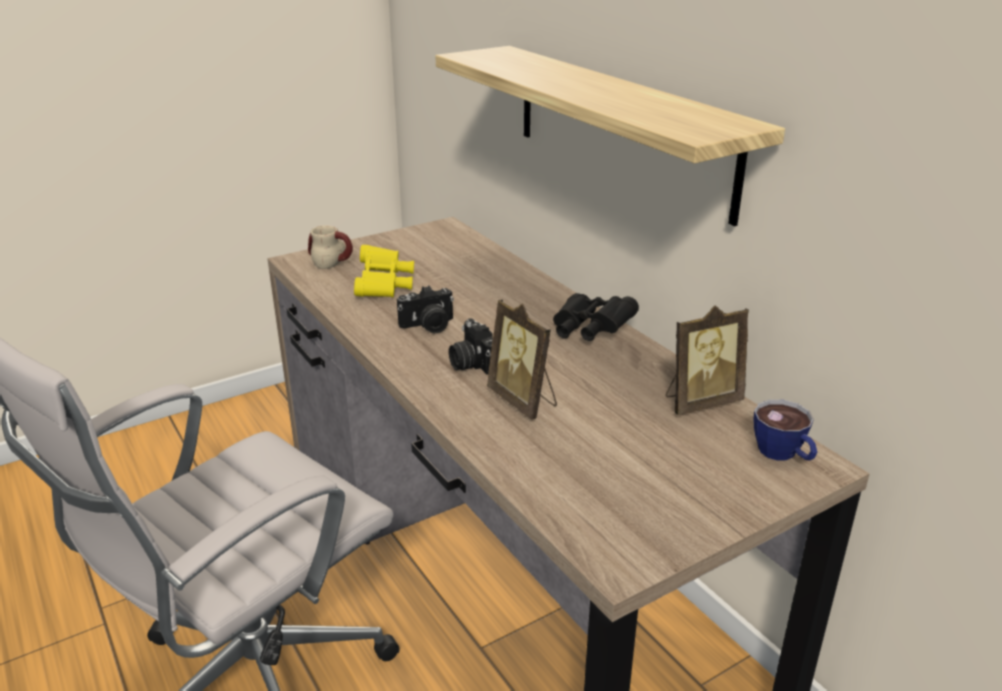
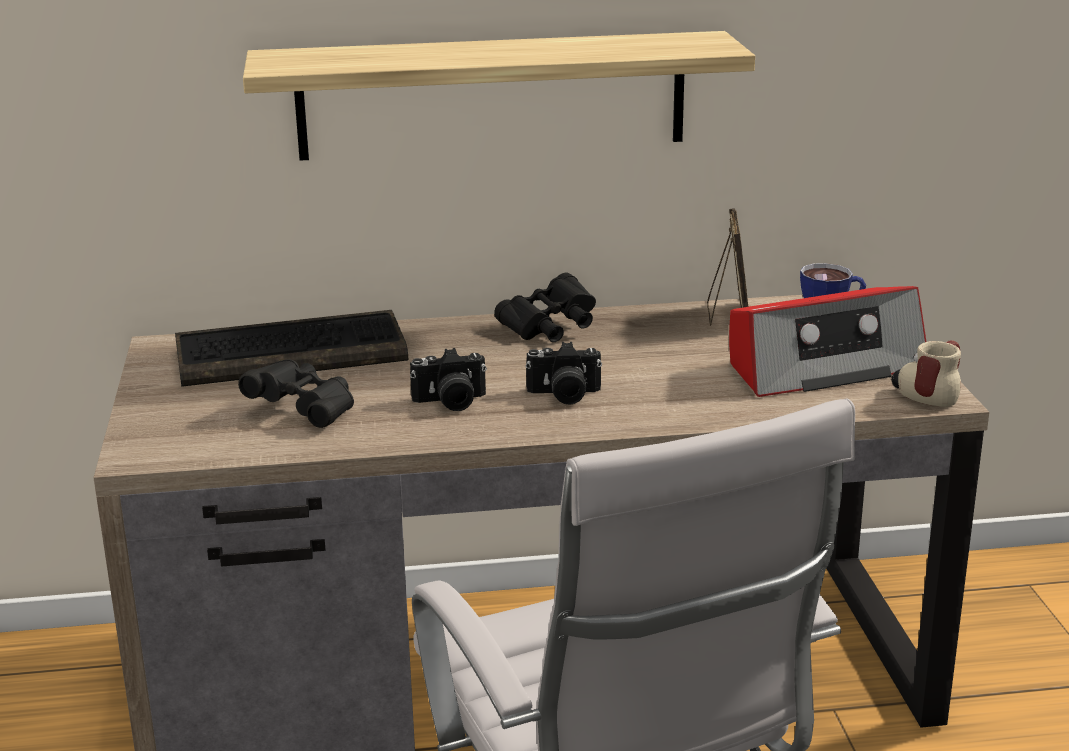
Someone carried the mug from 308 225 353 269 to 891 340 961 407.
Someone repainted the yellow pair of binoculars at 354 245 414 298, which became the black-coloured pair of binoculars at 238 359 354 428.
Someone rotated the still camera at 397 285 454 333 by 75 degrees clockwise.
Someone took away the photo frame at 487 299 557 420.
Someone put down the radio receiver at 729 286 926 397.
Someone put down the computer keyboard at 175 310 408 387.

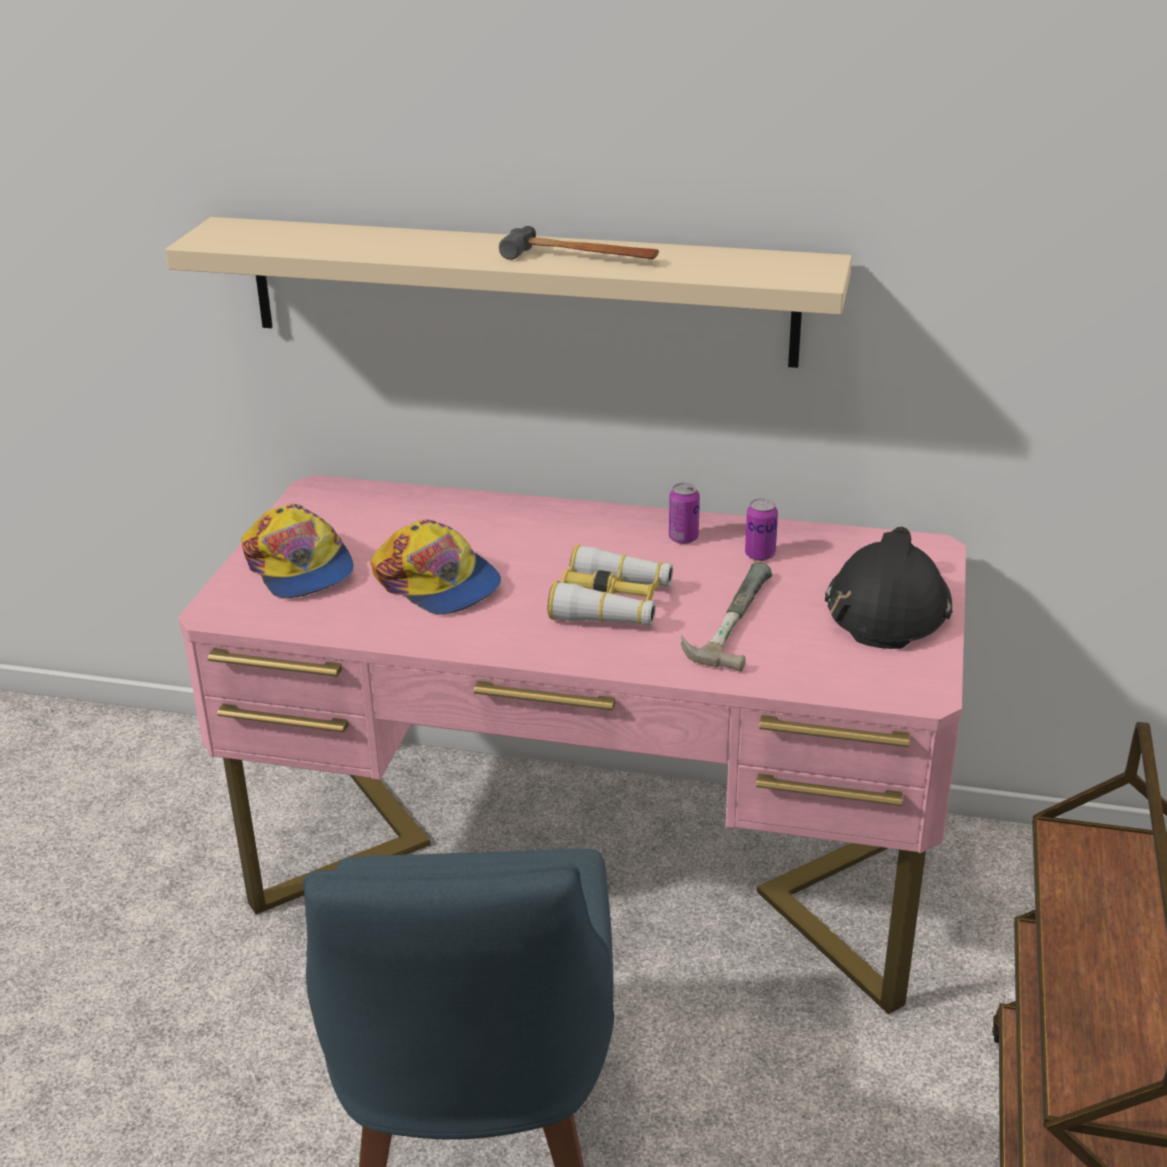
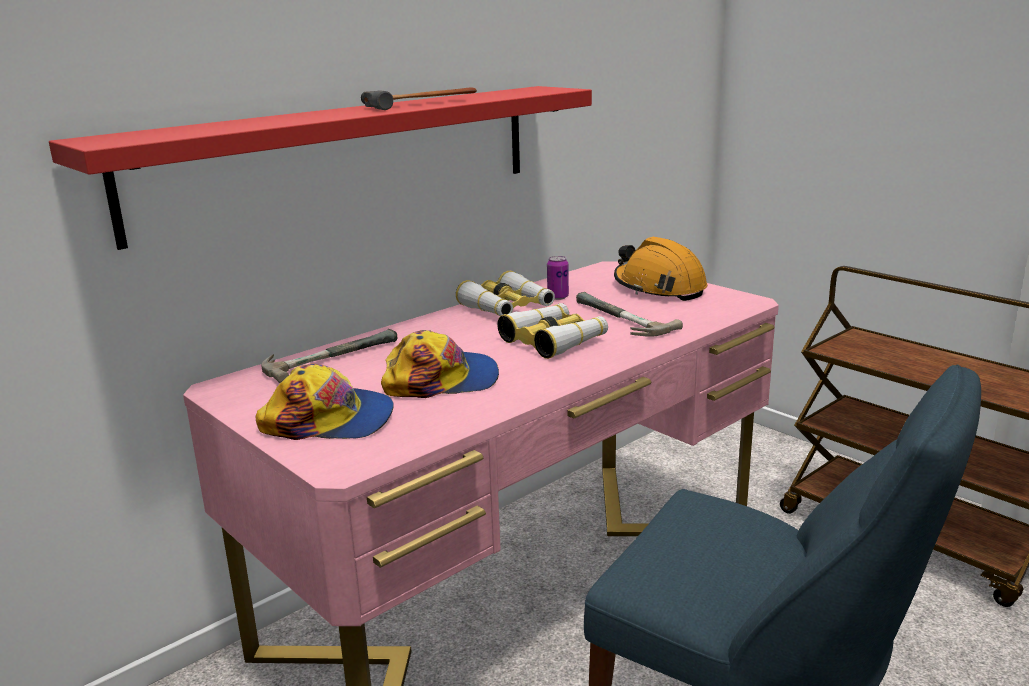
Someone repainted the sand-coloured wall shelf at 165 217 852 368, which became the red wall shelf at 49 86 592 250.
Someone swapped the can at 669 483 700 544 for the pair of binoculars at 456 271 555 316.
Someone repainted the black-coloured work helmet at 825 527 952 649, which became the orangey work helmet at 614 237 707 301.
Someone put down the tool hammer at 261 329 397 383.

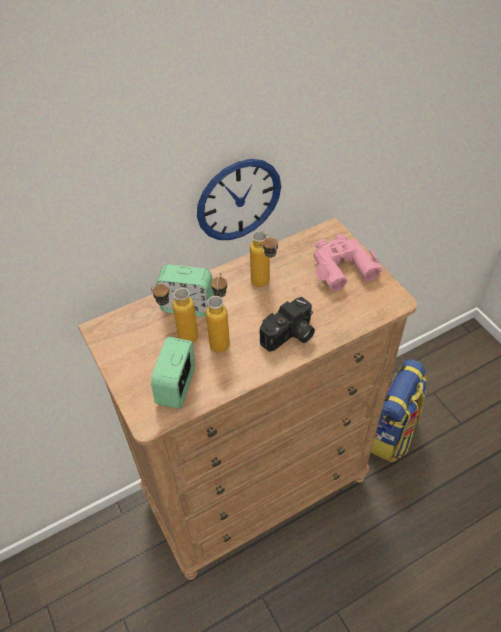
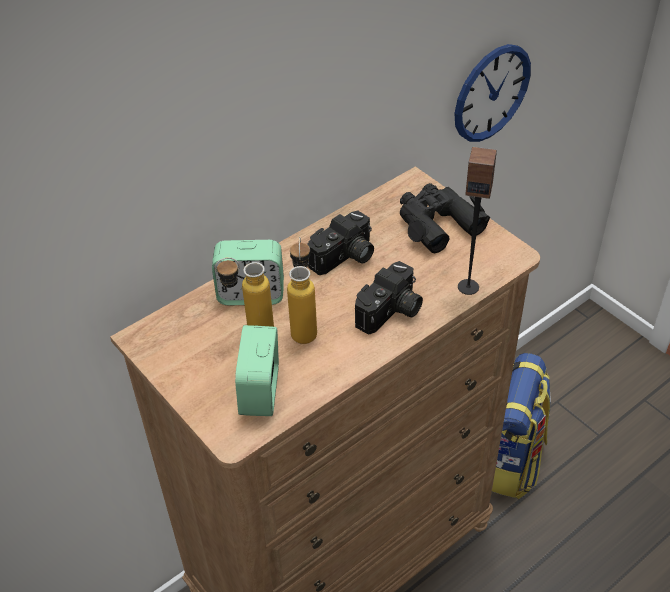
Someone carried the clock on the wall from 197 159 281 240 to 454 44 531 142.
Someone swapped the drink bottle at 250 231 278 287 for the still camera at 307 210 374 275.
Someone repainted the pink pair of binoculars at 314 234 383 291, which became the black-coloured pair of binoculars at 400 183 490 253.
Someone put down the speaker at 458 147 497 295.

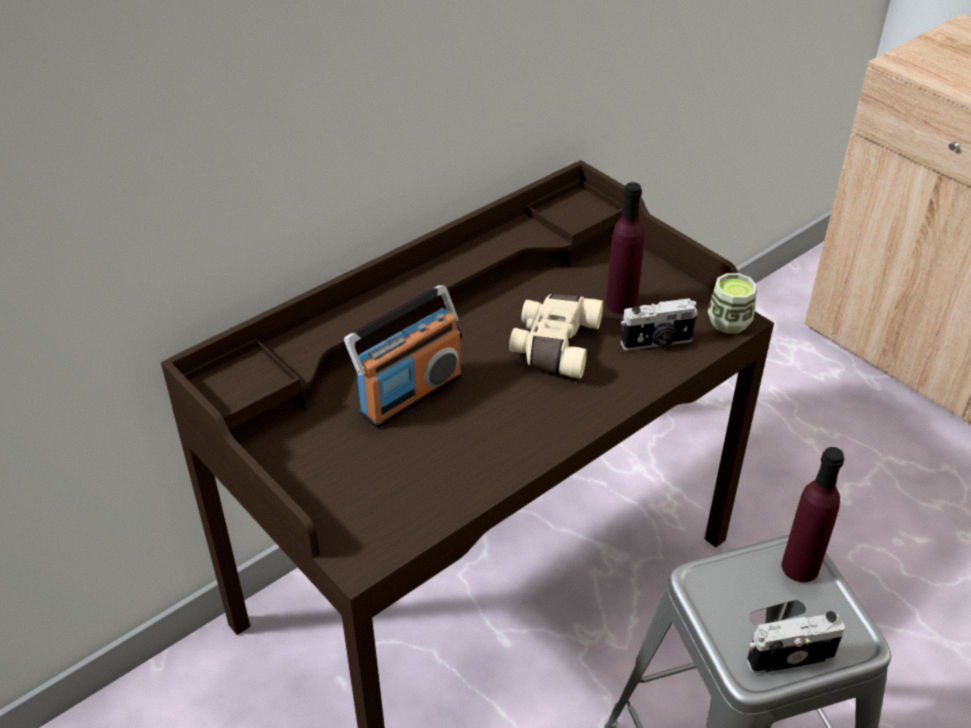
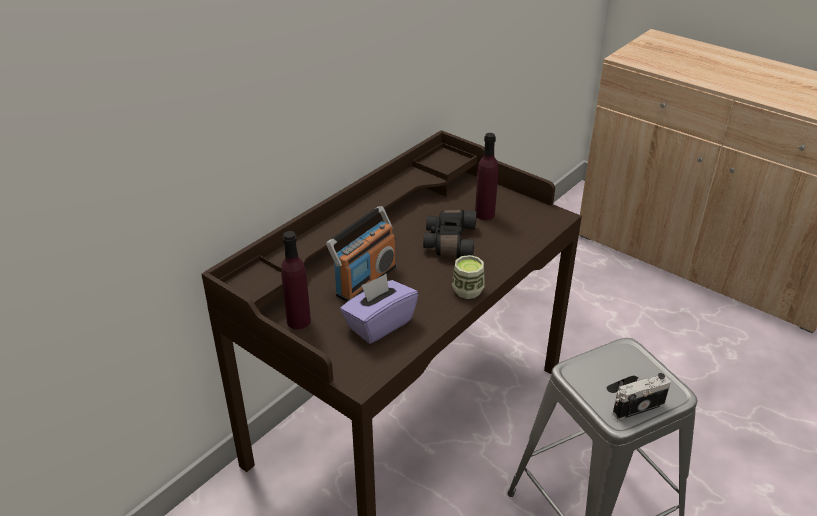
Someone carried the drinking cup from 708 273 757 334 to 452 255 485 299.
Someone repainted the sand-coloured pair of binoculars at 509 294 604 379, which became the black-coloured pair of binoculars at 423 210 476 259.
Someone took away the still camera at 621 298 698 351.
Someone carried the purple drink bottle from 781 447 844 582 to 281 231 311 329.
Someone put down the purple tissue box at 340 274 418 344.

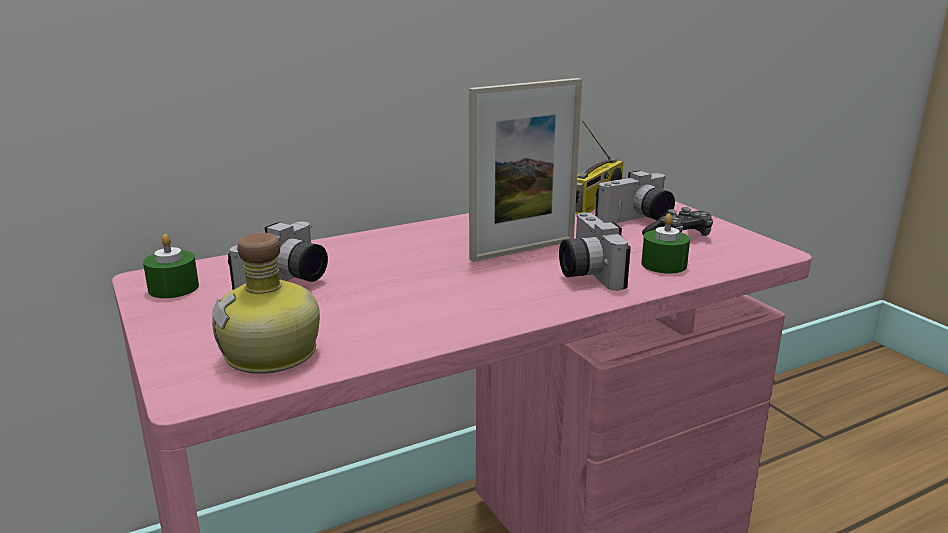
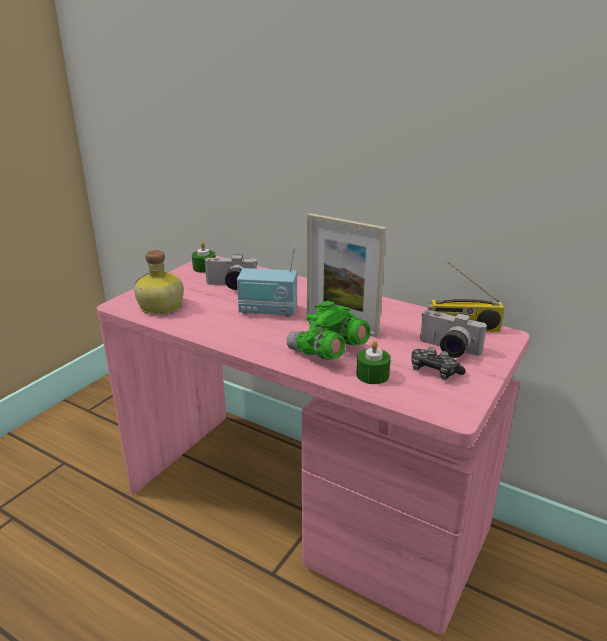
Someone swapped the still camera at 559 213 631 291 for the greenish pair of binoculars at 287 300 370 360.
Someone put down the radio receiver at 237 247 297 317.

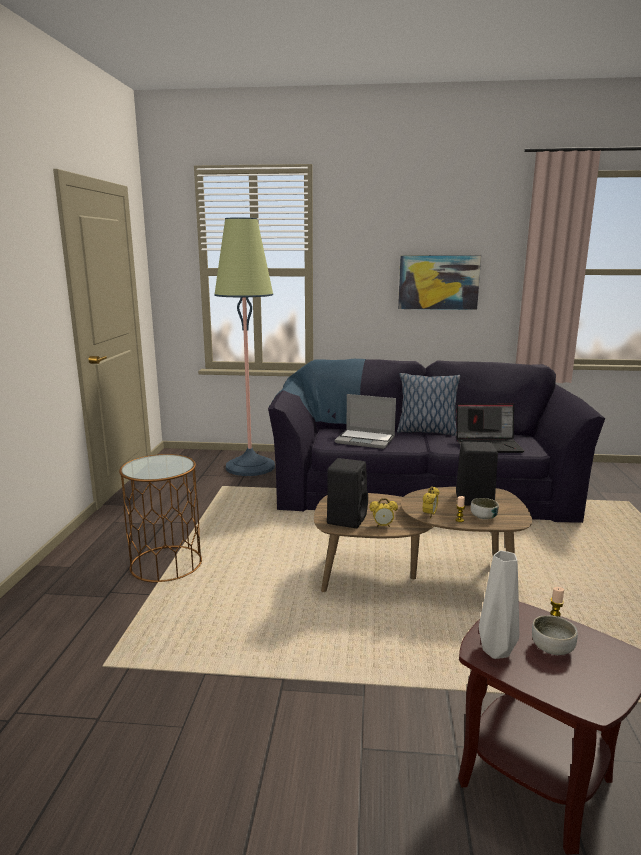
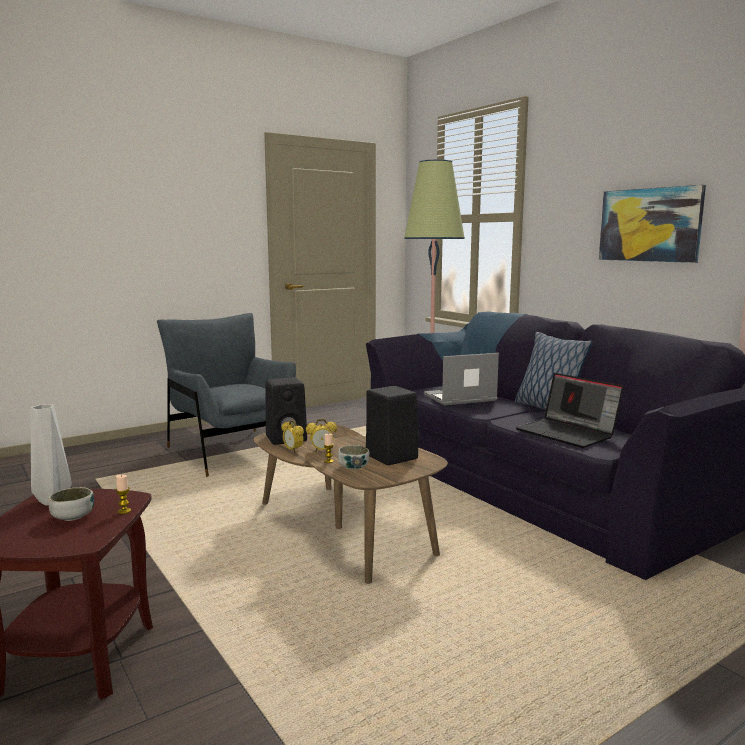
Someone rotated the notebook computer at 335 394 396 449 by 90 degrees clockwise.
Someone swapped the brown-coloured accent table at 119 454 202 583 for the greyish lounge chair at 157 313 296 477.

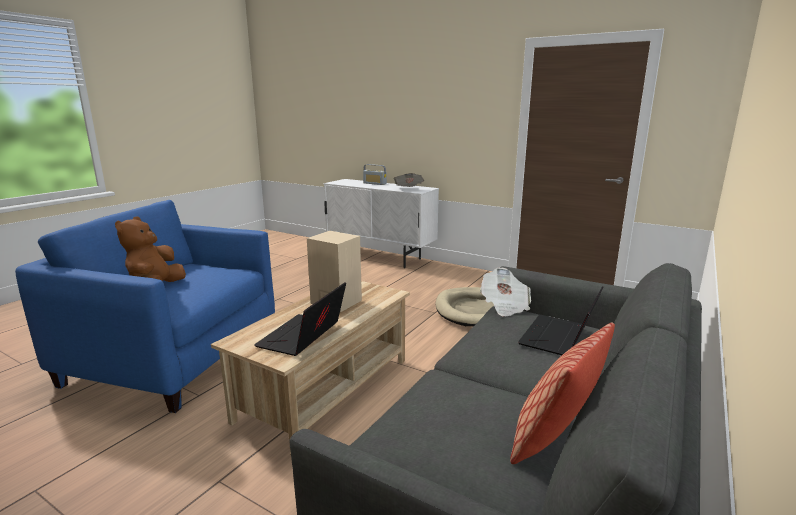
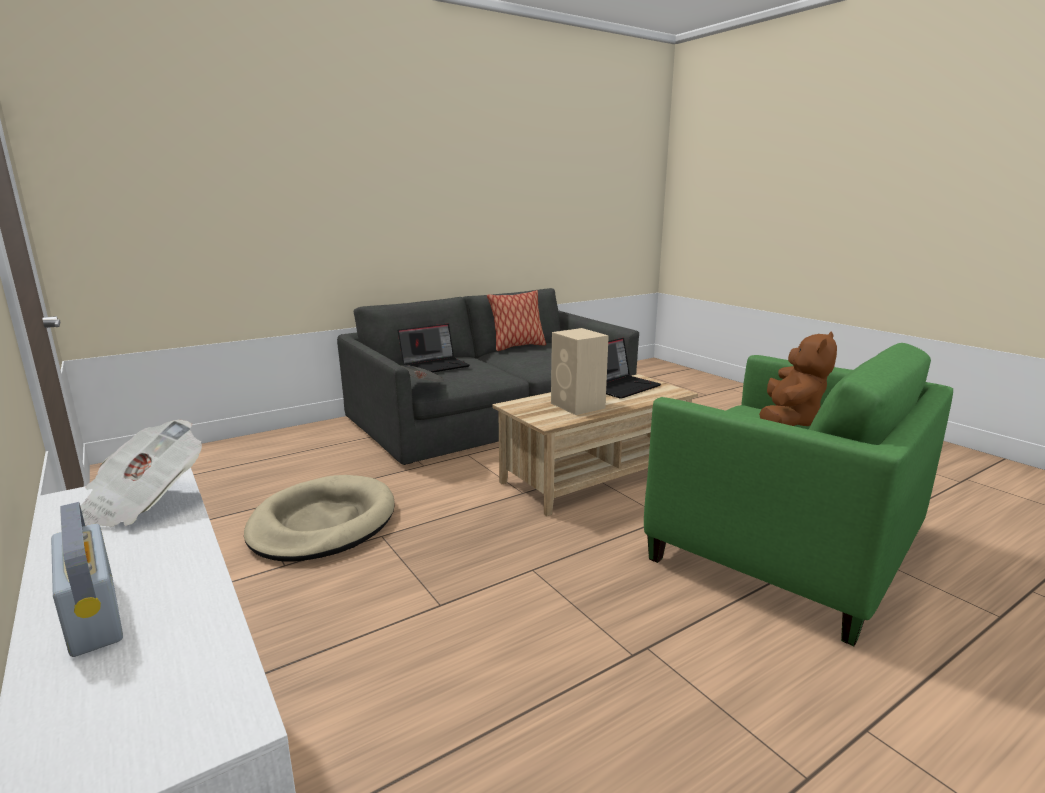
Someone repainted the blue-coloured lounge chair at 15 200 275 413, which became the greenish lounge chair at 644 343 953 646.

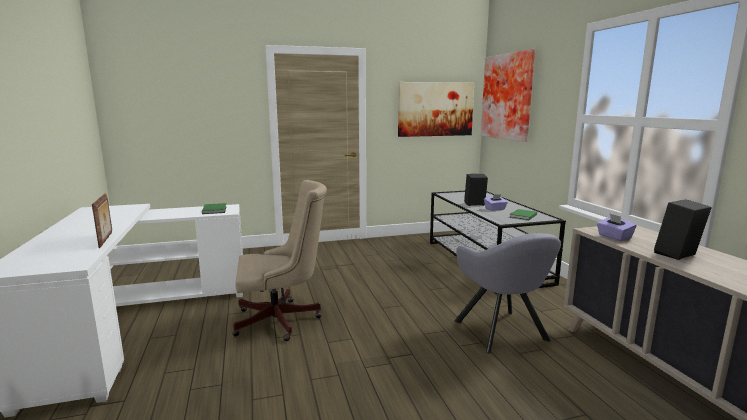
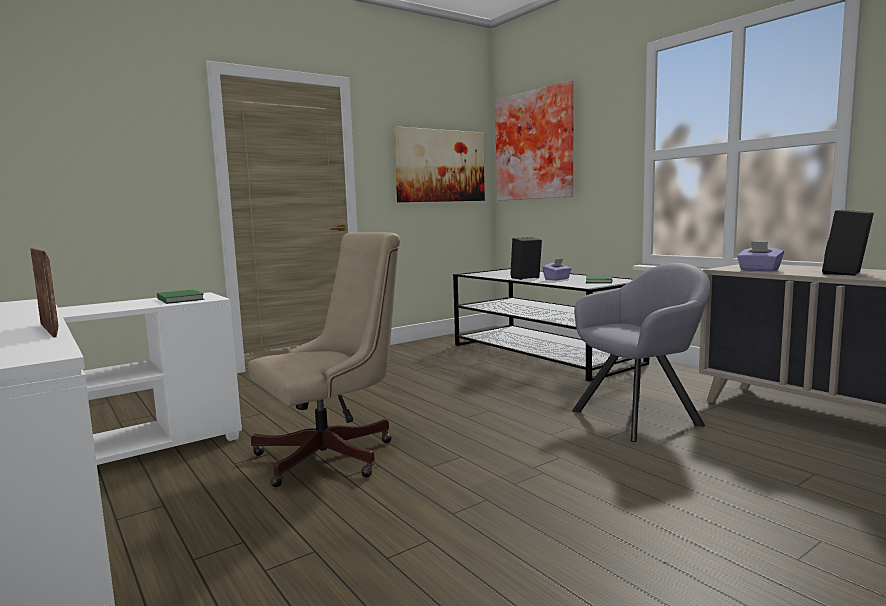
Someone rotated the greyish lounge chair at 454 233 561 353 by 75 degrees counterclockwise.

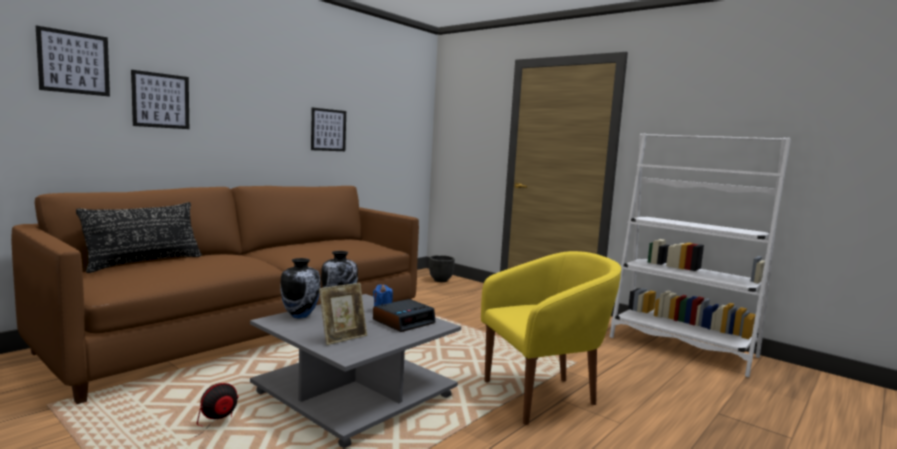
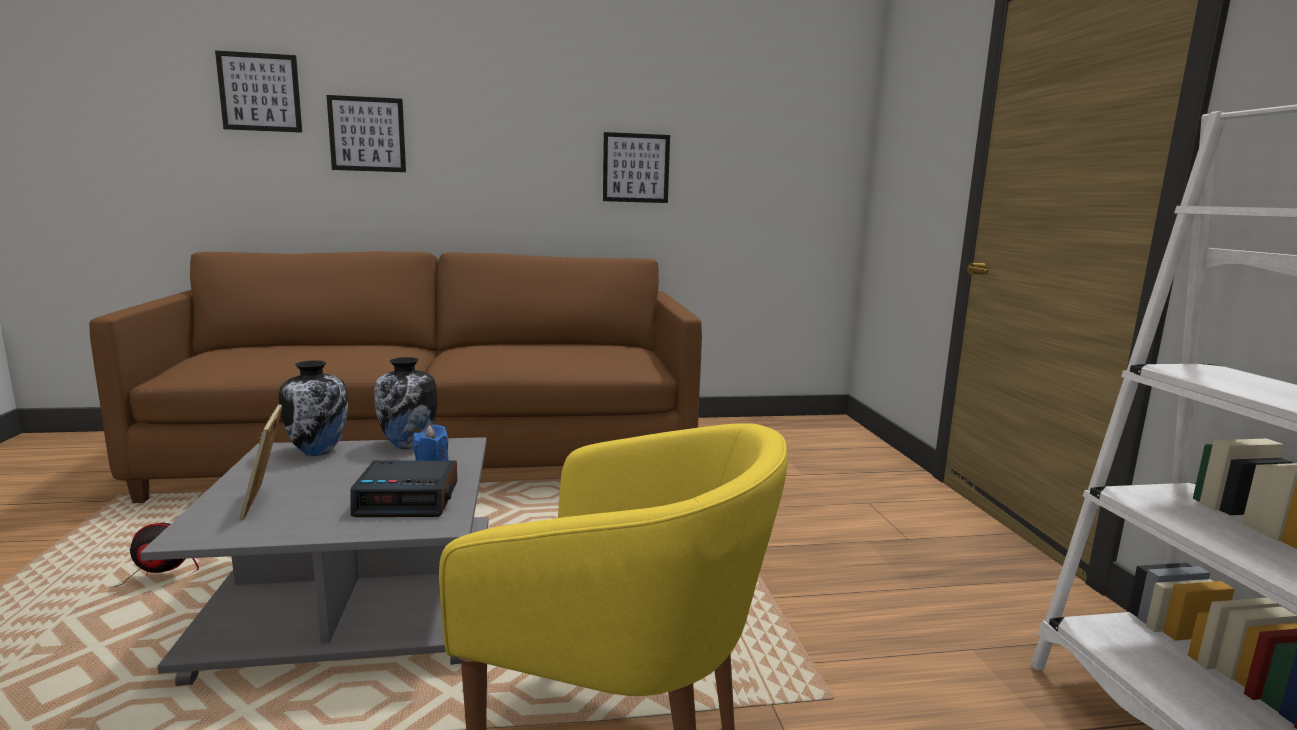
Someone took away the black-coloured throw pillow at 76 202 202 273.
Someone took away the black-coloured planter at 429 255 455 282.
Someone rotated the photo frame at 319 283 367 345 by 75 degrees clockwise.

